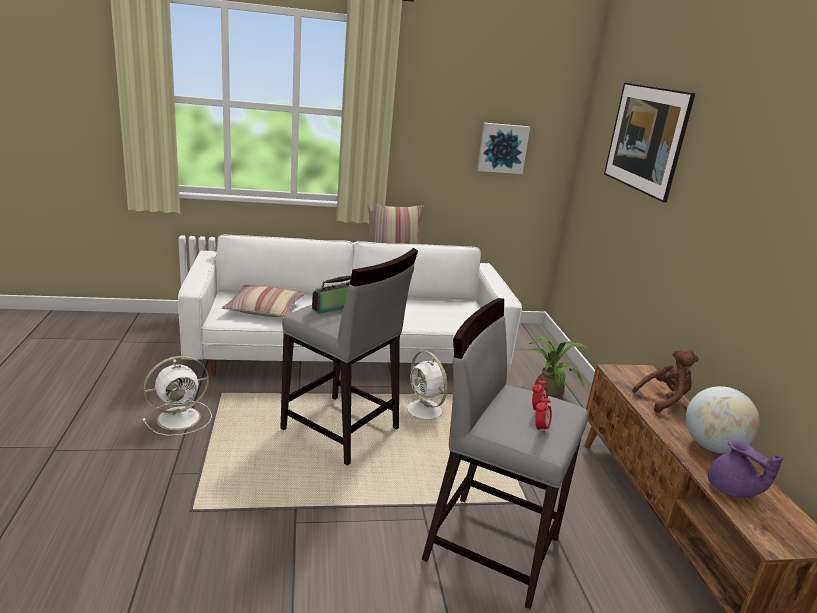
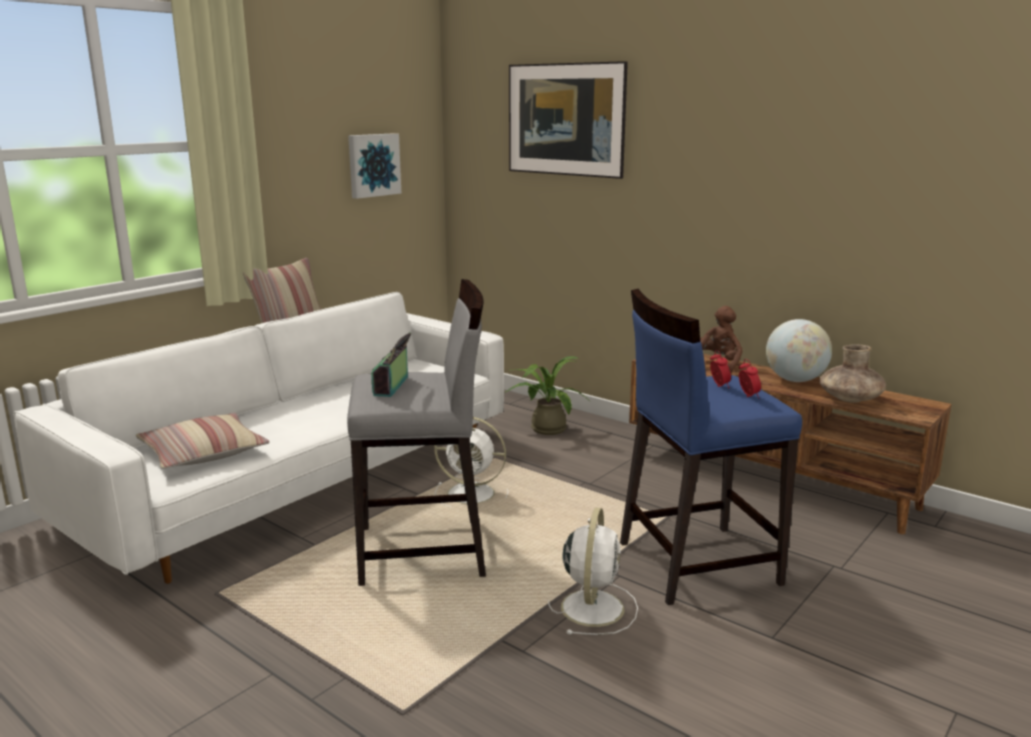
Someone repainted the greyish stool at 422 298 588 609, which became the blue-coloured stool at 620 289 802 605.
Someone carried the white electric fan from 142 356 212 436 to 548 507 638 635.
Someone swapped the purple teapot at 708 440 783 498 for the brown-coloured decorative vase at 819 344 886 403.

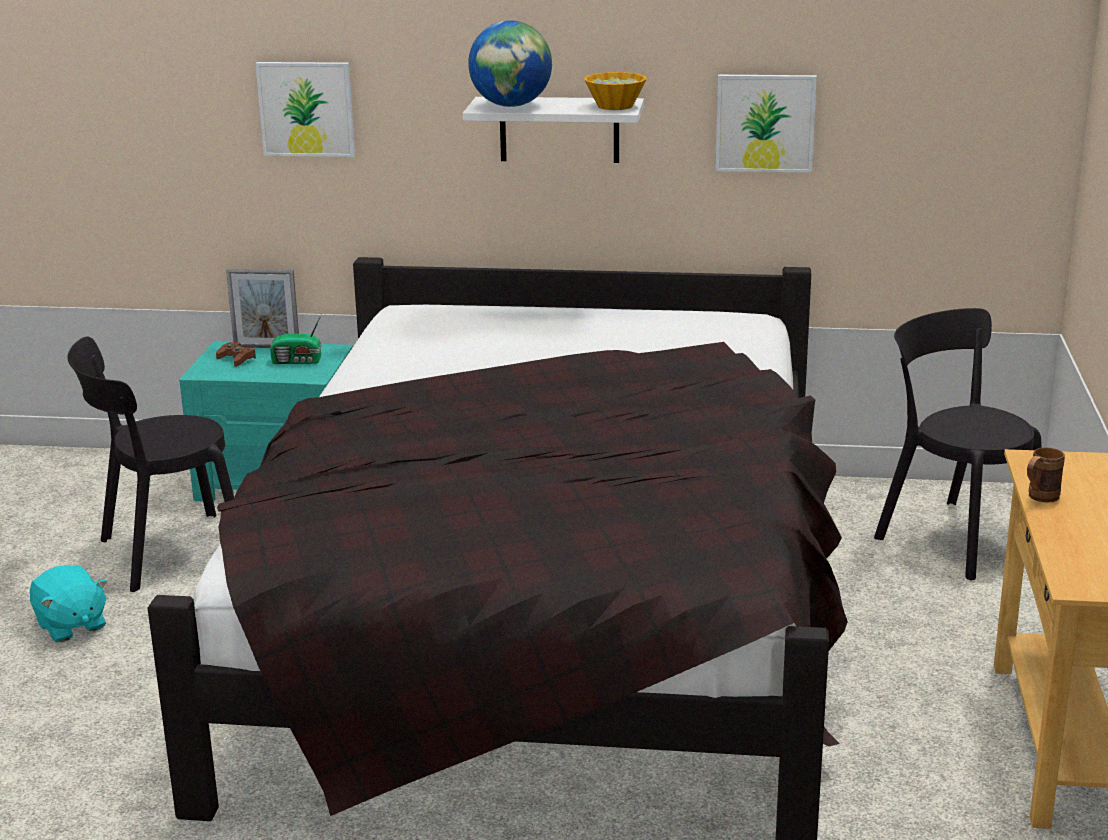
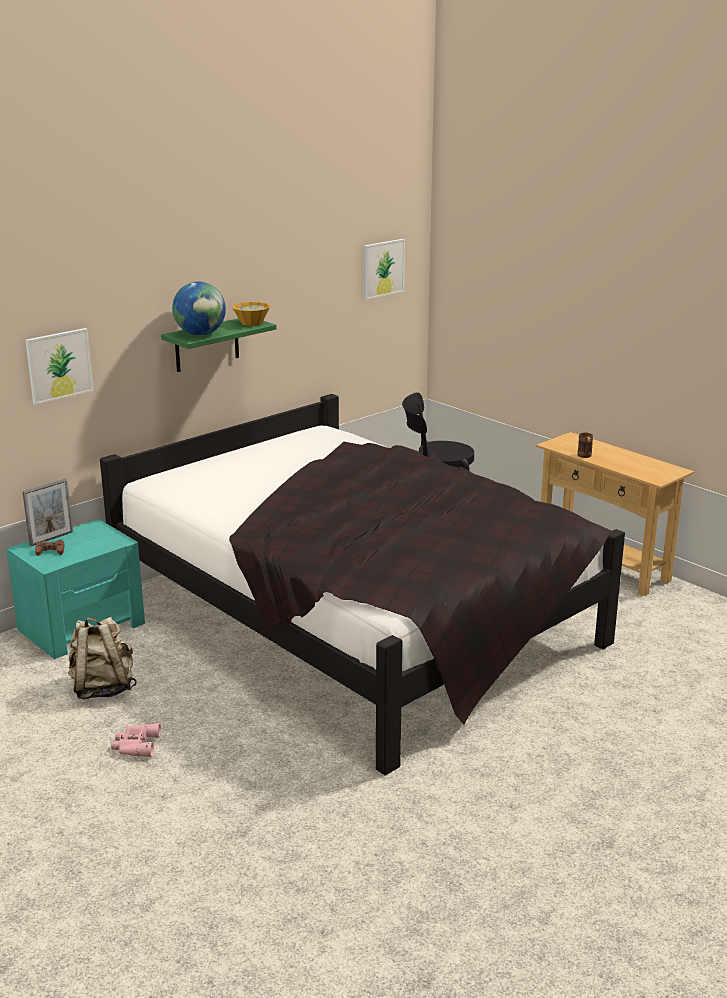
Someone carried the wall art from 716 75 817 173 to 364 239 405 300.
Someone repainted the white wall shelf at 463 97 644 163, which became the greenish wall shelf at 161 319 276 372.
Someone took away the radio receiver at 270 313 322 364.
Someone swapped the black-coloured chair at 68 337 234 592 for the sand-coloured rucksack at 68 617 137 700.
Someone swapped the turquoise soft toy at 30 565 107 642 for the pink pair of binoculars at 111 723 161 757.

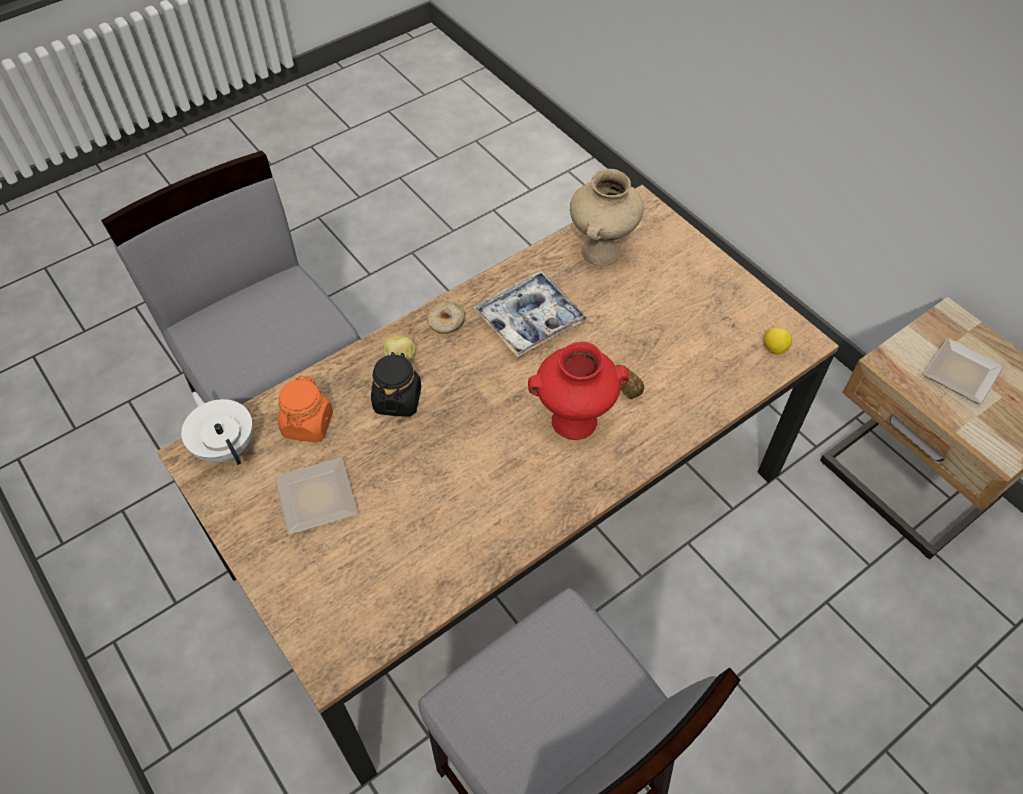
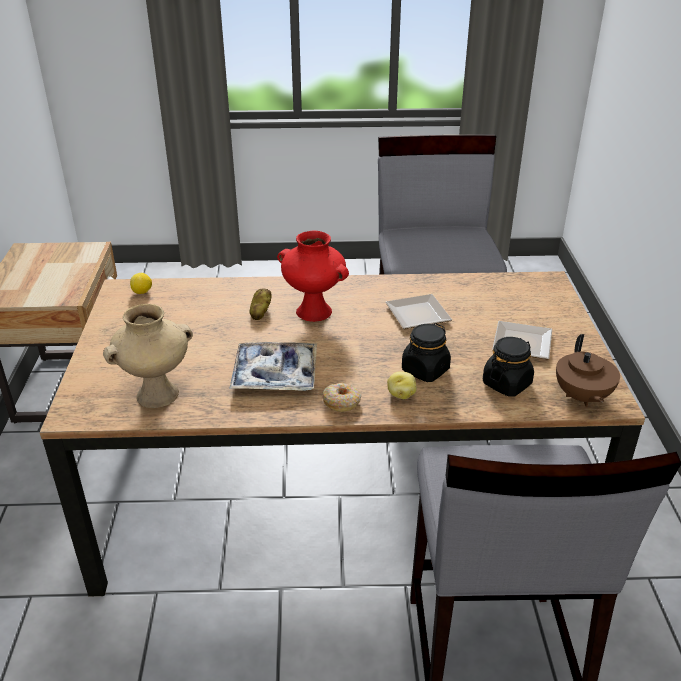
Someone carried the dinner plate from 924 338 1004 405 to 386 294 452 329.
Someone repainted the orangey preserve jar at 278 375 333 443, which became the black-coloured preserve jar at 483 337 534 397.
Someone repainted the white teapot at 181 392 253 465, which became the brown-coloured teapot at 556 334 620 407.

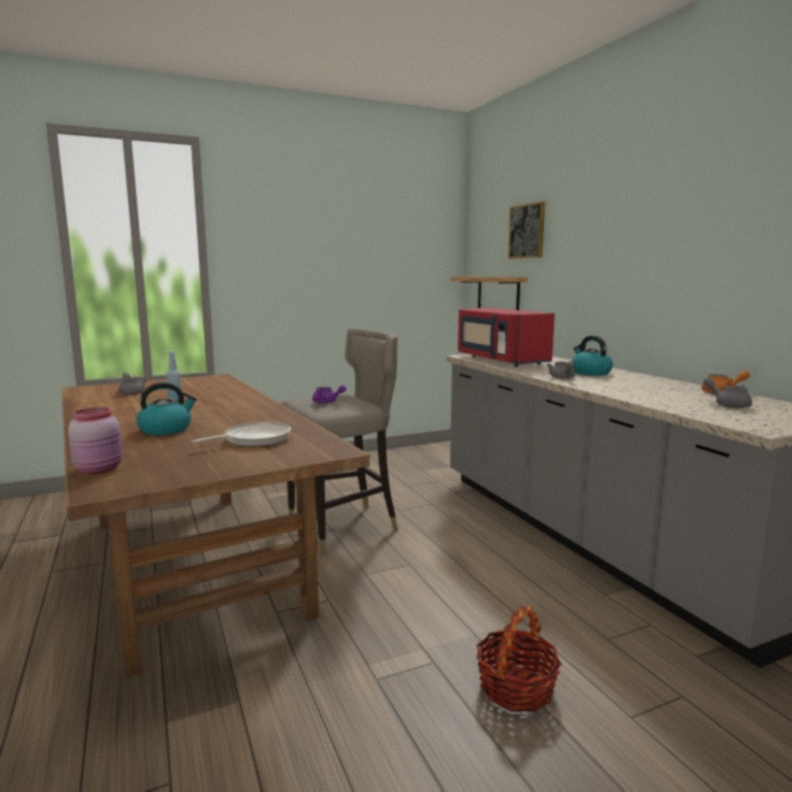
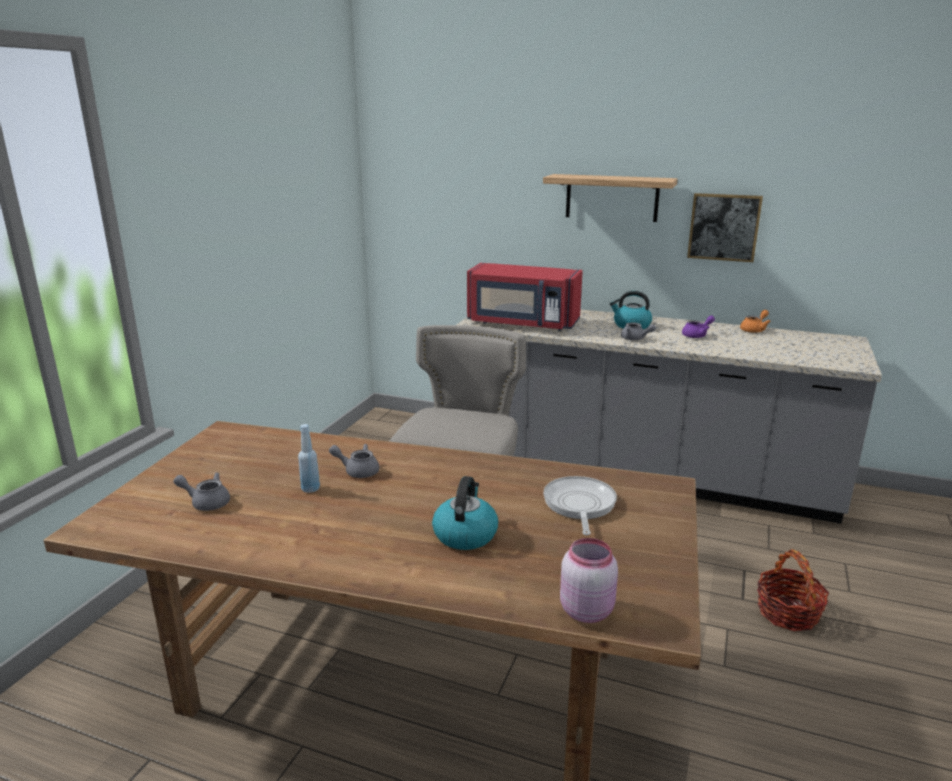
Someone carried the wall art from 508 201 545 259 to 687 193 763 262.
Someone carried the wall shelf from 451 277 528 310 to 543 174 678 222.
Someone carried the greyish teapot from 703 377 752 408 to 329 444 379 478.
Someone carried the purple teapot from 312 385 346 404 to 682 315 715 338.

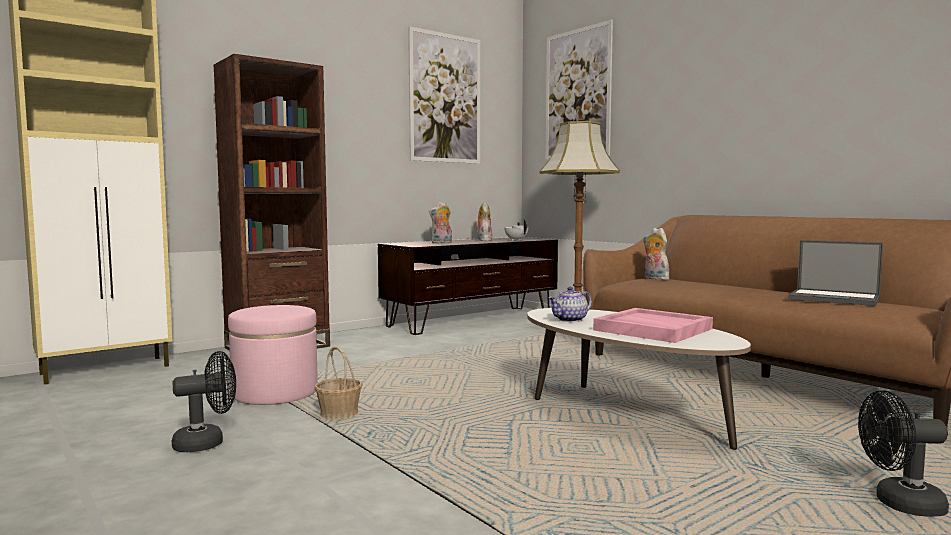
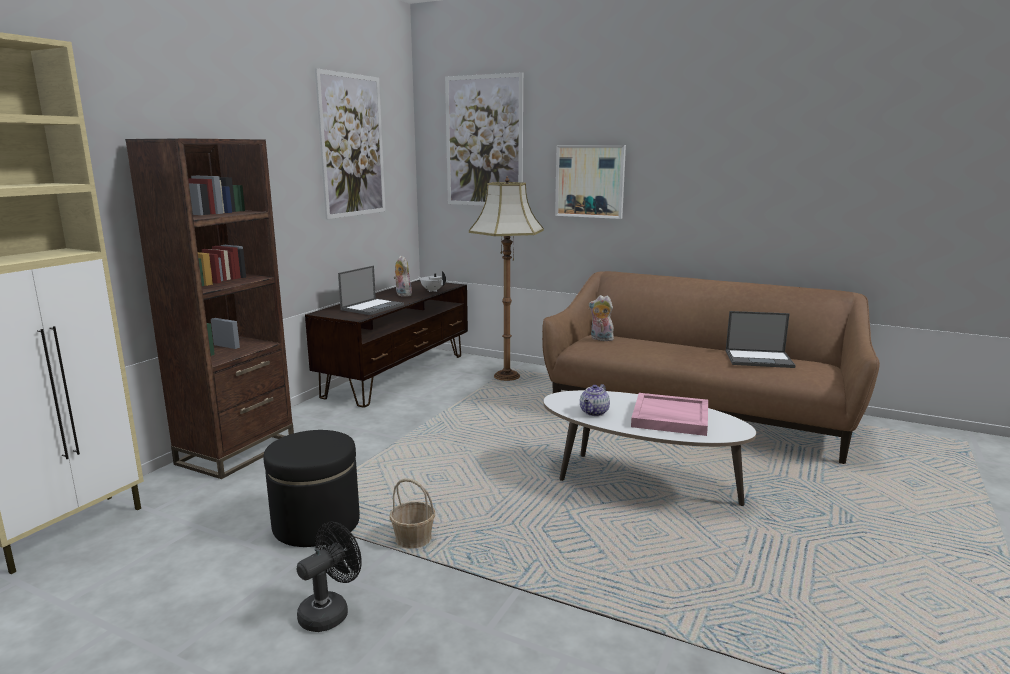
Someone swapped the soft toy at 429 202 452 244 for the notebook computer at 338 266 404 315.
Someone repainted the pink pouffe at 228 305 318 405, which became the black-coloured pouffe at 264 430 360 547.
Someone took away the black-coloured electric fan at 858 390 949 517.
Someone put up the wall art at 555 145 626 219.

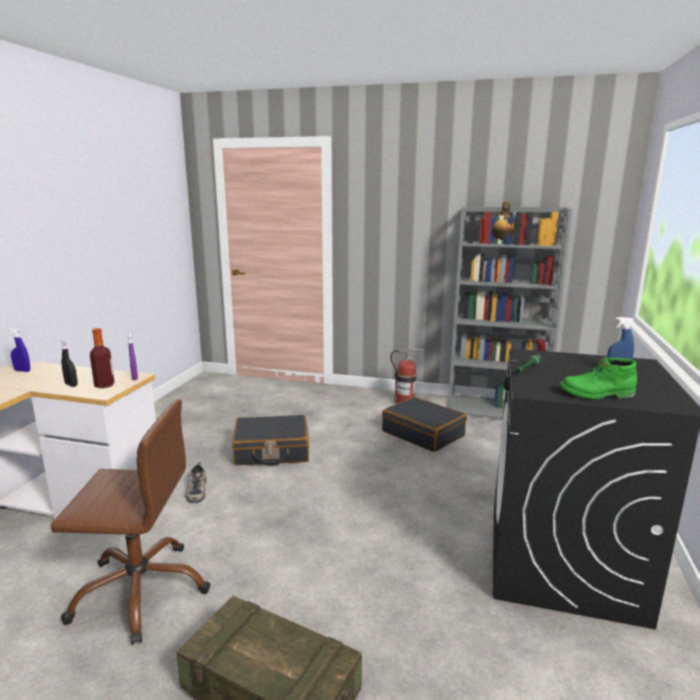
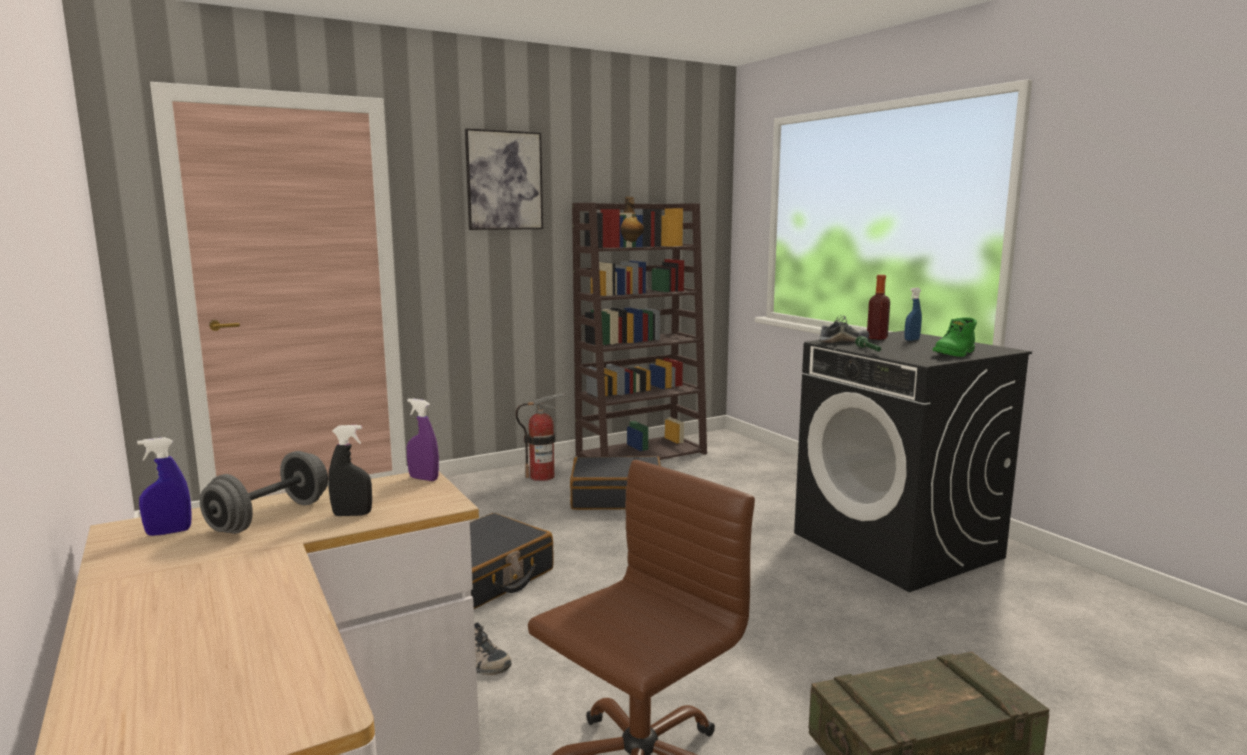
Someone repainted the greyish shelving unit at 448 206 572 419, which became the brown-coloured shelving unit at 572 203 707 460.
Someone carried the drink bottle from 90 328 114 388 to 867 275 890 340.
Someone put up the wall art at 465 128 543 230.
Someone put down the shoe at 819 315 869 343.
Someone put down the greyish hand weight at 200 451 328 534.

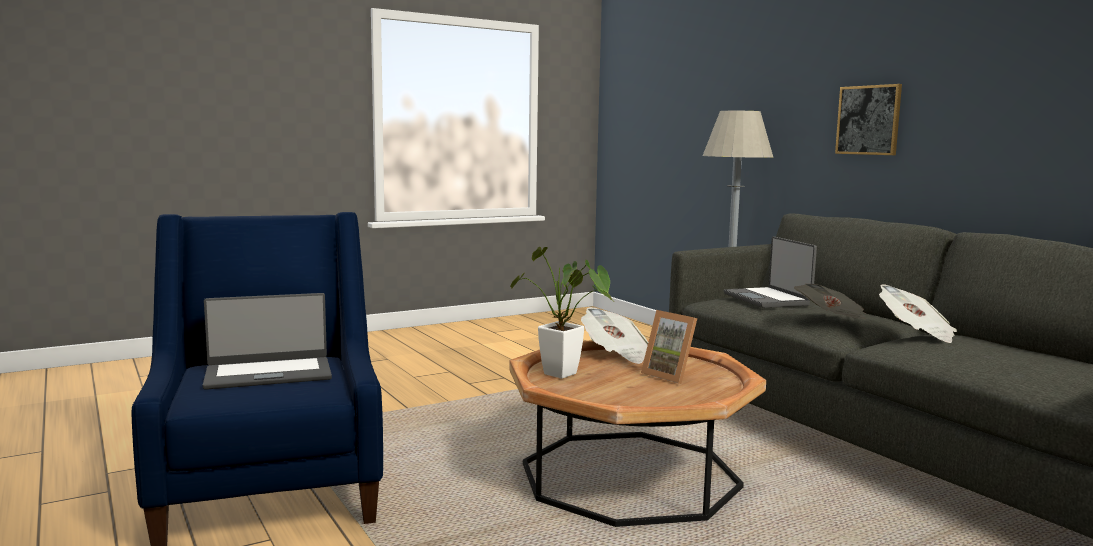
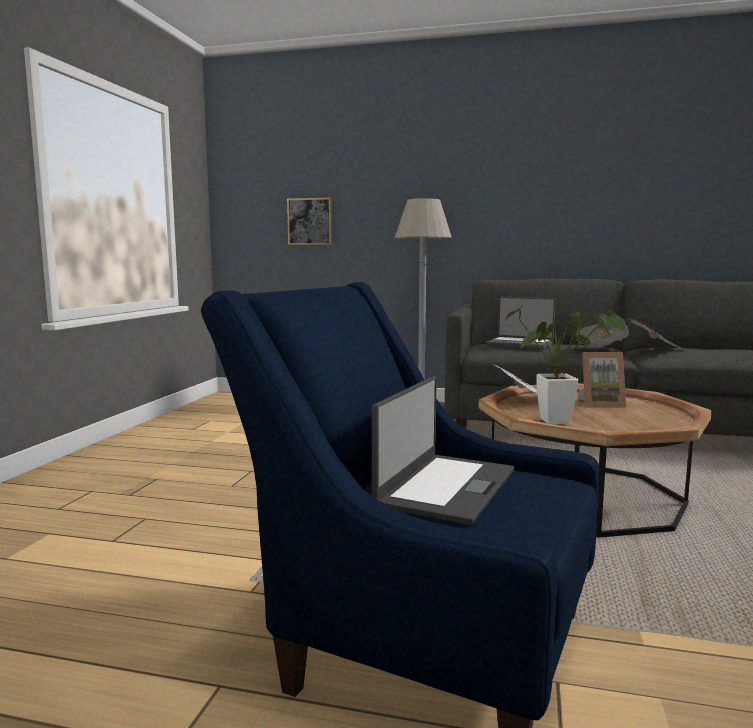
Someone carried the wall art from 835 84 902 155 to 287 198 332 245.

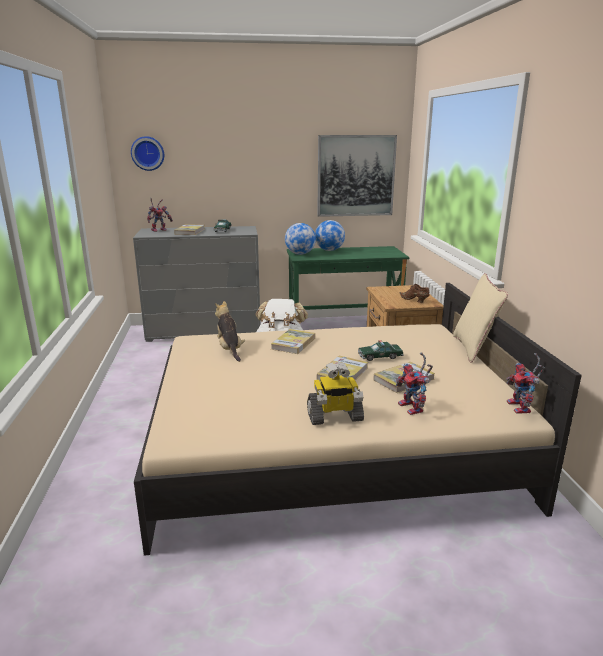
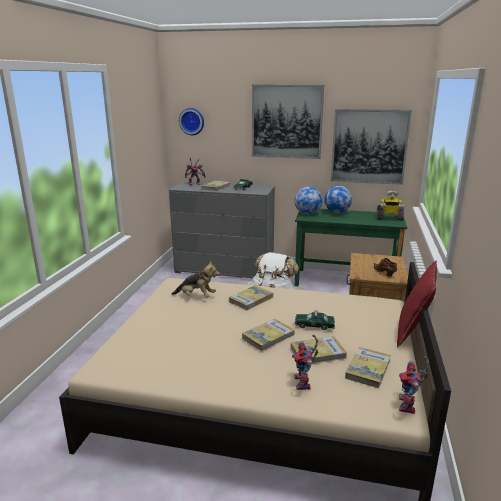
Someone repainted the sand-coloured throw pillow at 453 273 508 363, which became the red throw pillow at 397 261 437 347.
Someone rotated the soft toy at 215 301 245 362 by 105 degrees clockwise.
Someone carried the robot figure from 307 362 364 425 to 377 190 404 221.
Someone put up the wall art at 252 84 324 159.
Someone put down the bound book at 345 347 391 388.

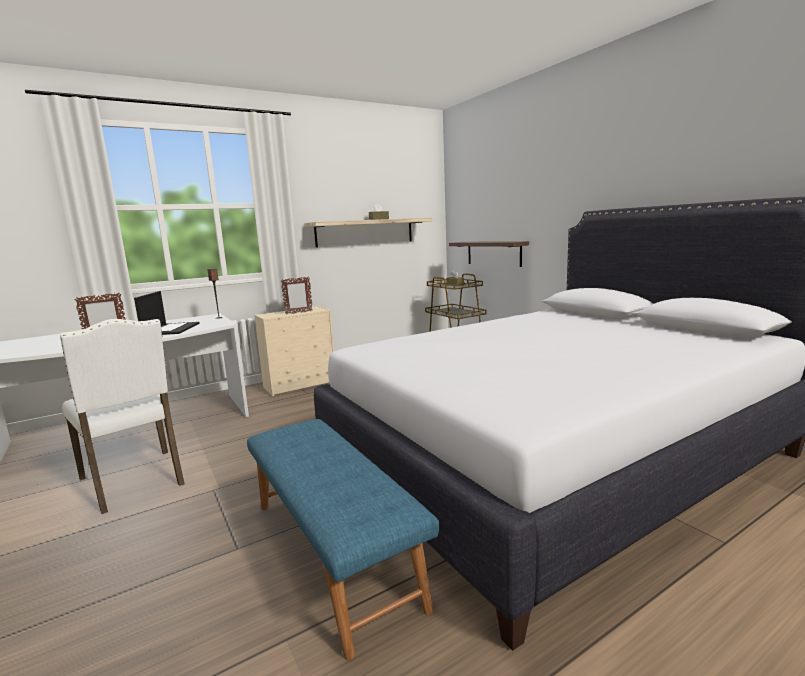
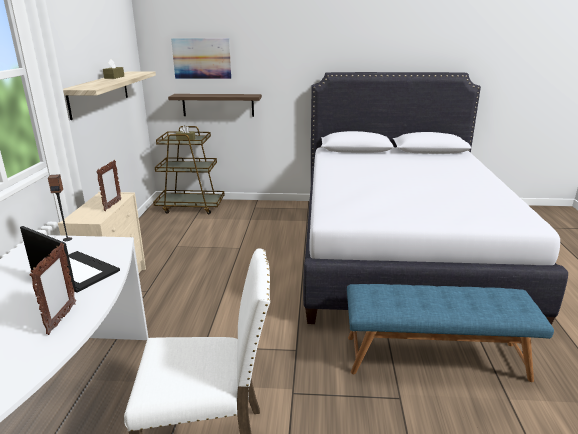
Someone put up the wall art at 171 38 231 79.

